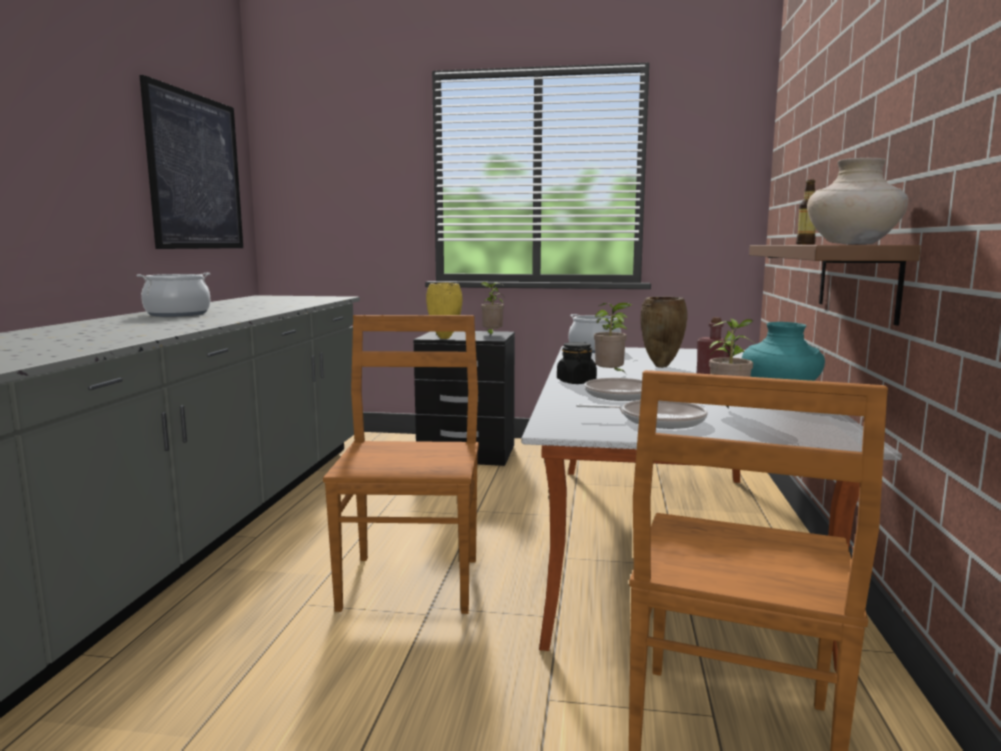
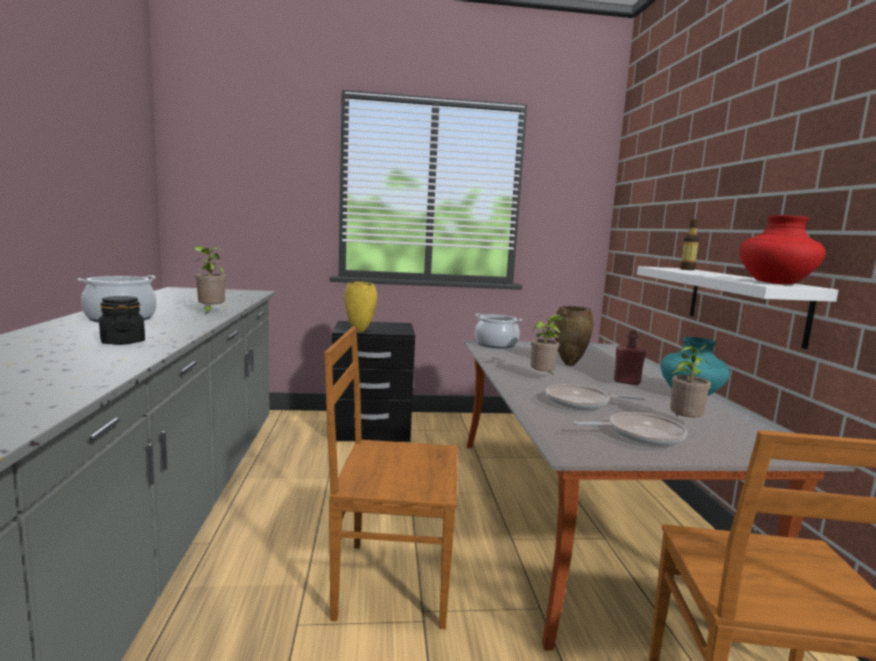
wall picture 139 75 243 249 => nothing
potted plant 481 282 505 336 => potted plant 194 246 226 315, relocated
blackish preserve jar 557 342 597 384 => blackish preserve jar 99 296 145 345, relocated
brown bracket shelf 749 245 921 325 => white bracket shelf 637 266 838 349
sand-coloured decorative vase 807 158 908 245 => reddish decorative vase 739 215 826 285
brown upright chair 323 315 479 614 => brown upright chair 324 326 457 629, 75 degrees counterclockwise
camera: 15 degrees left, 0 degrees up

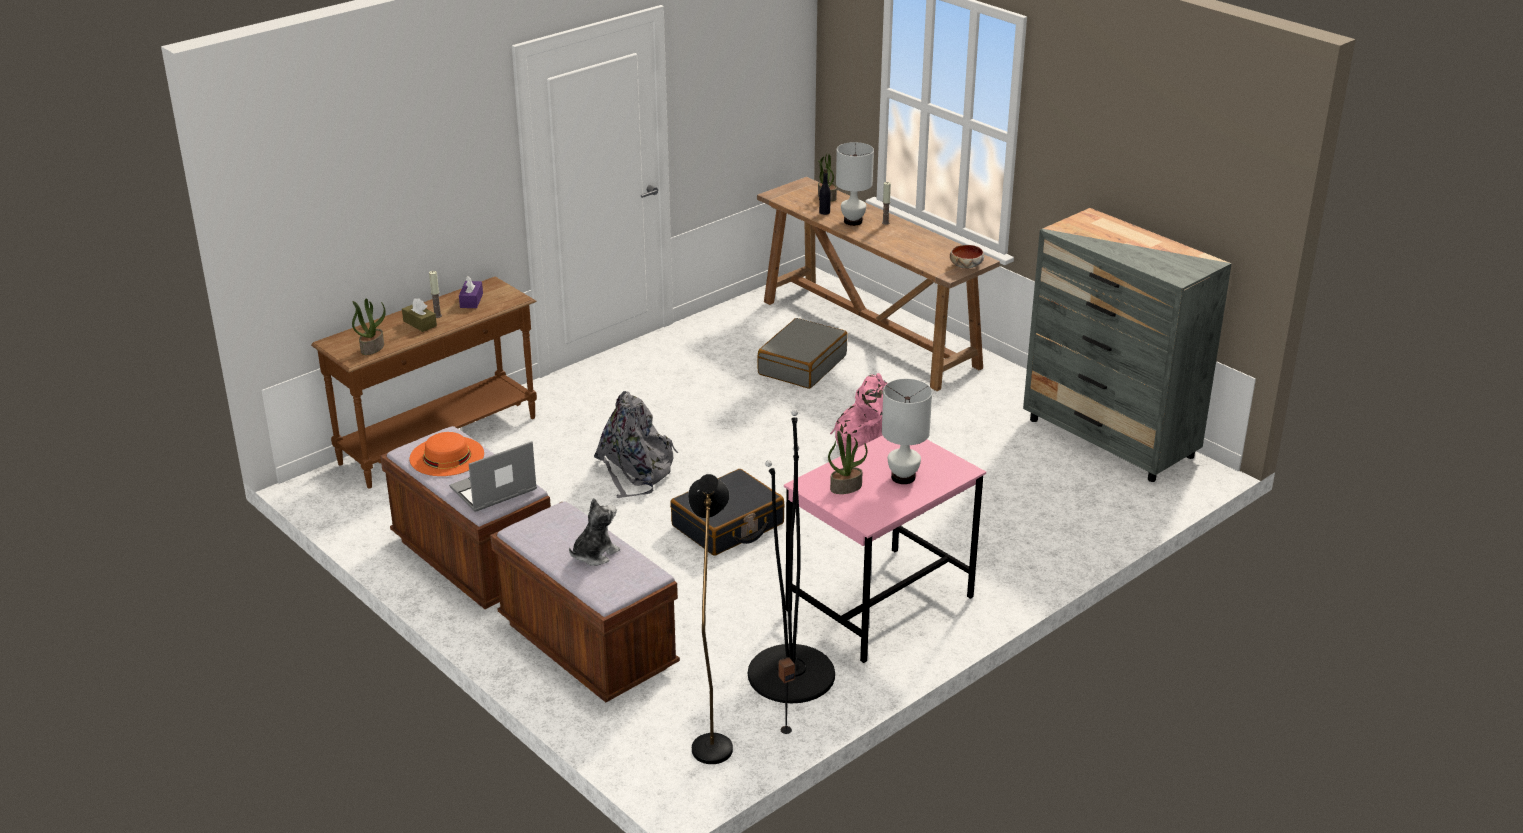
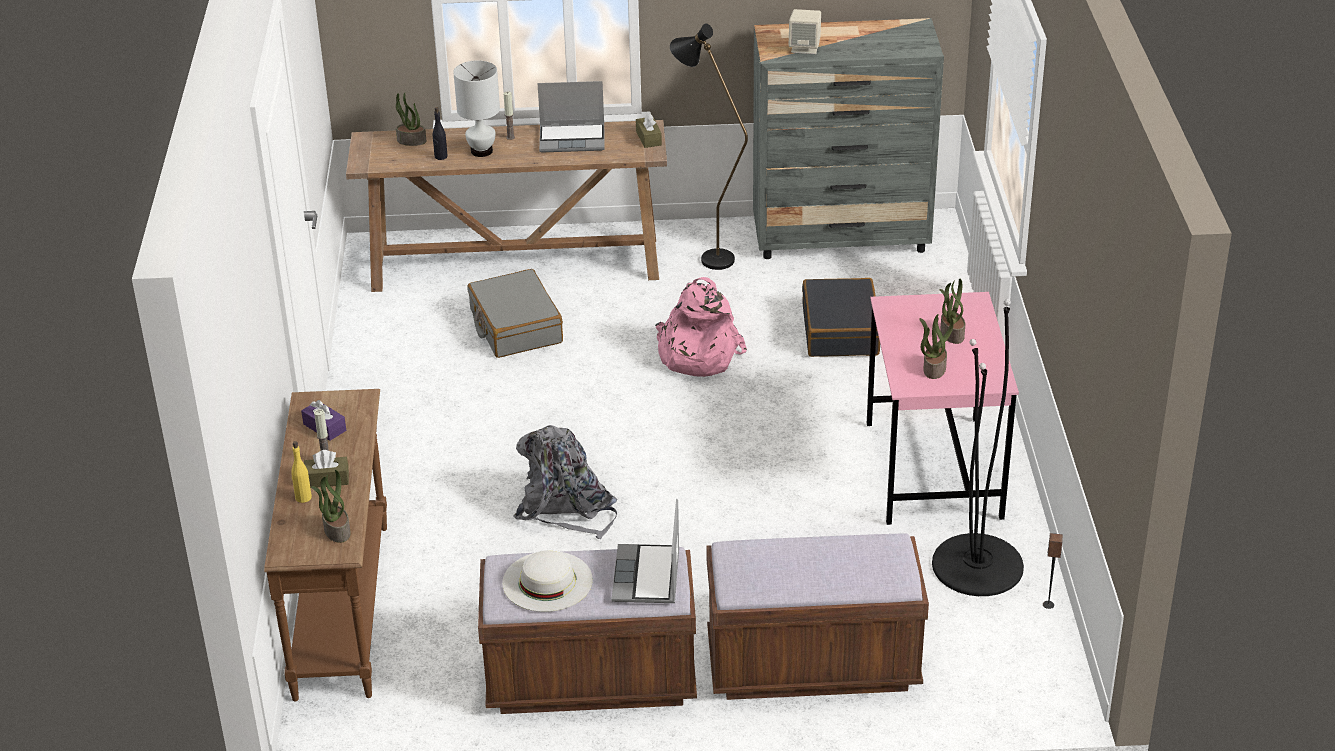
plush toy 569 498 620 566 => nothing
nothing => yellowish beverage bottle 292 441 312 503
nothing => portable computer 538 81 605 152
nothing => sand-coloured speaker 789 9 821 54
blackish travel case 670 469 784 556 => blackish travel case 802 278 880 357, relocated
blackish standard lamp 688 474 733 764 => blackish standard lamp 670 23 748 270, relocated
white lamp for a table 882 379 932 484 => potted plant 940 278 965 344
bowl 950 245 984 269 => brown tissue box 636 112 662 148
orange hat 410 432 484 476 => white hat 502 550 593 612
camera: 50 degrees left, 5 degrees up

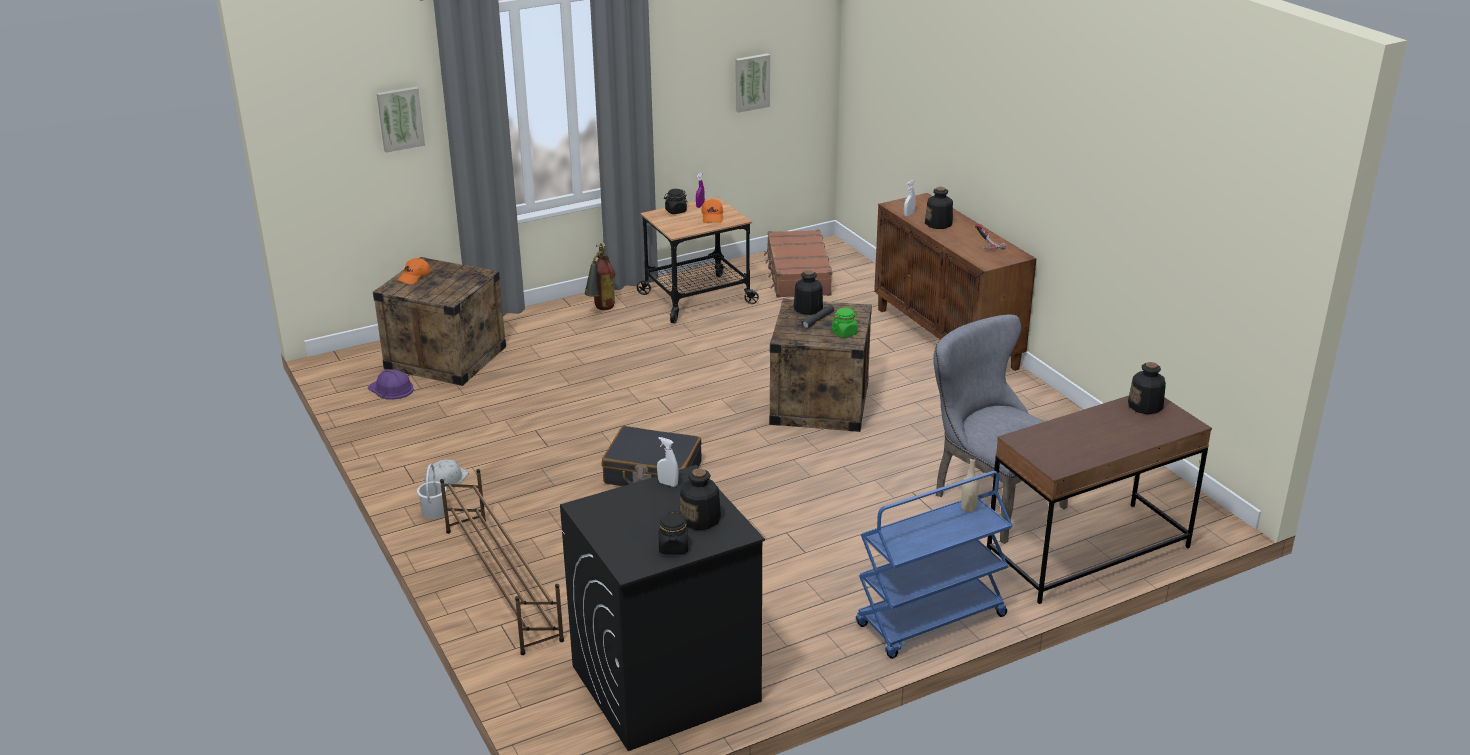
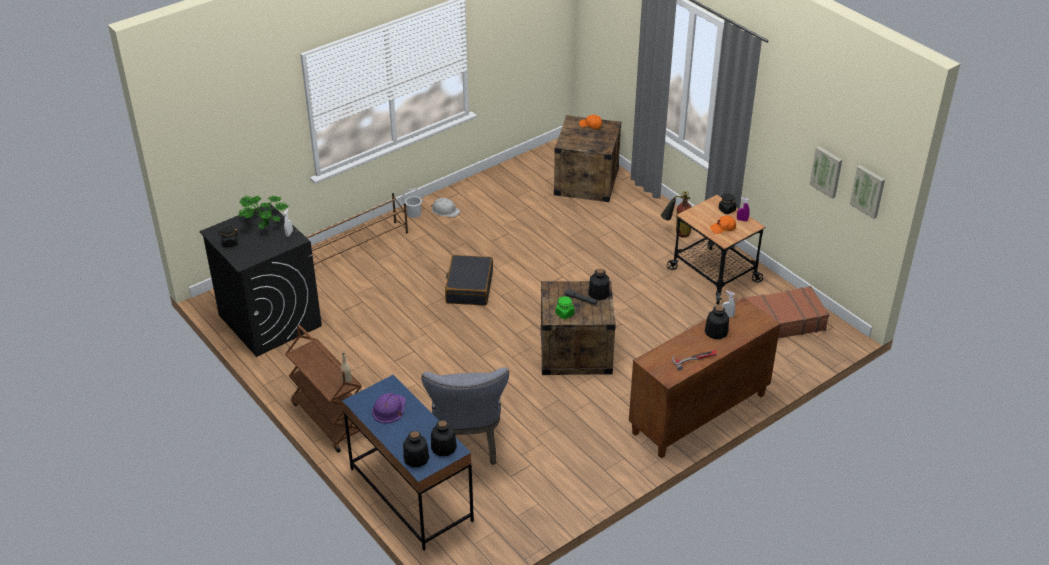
nothing => potted plant 238 195 289 229
purple work helmet 368 369 414 400 => purple work helmet 372 393 406 424, relocated
wall picture 377 87 425 152 => wall picture 850 165 885 219, relocated
beverage bottle 680 468 721 530 => beverage bottle 403 431 429 467, relocated
blue wheeled cart 856 471 1013 659 => brown wheeled cart 285 325 366 453
brown desk unit 987 396 1212 604 => blue desk unit 342 375 474 551
gray upright chair 933 315 1068 544 => gray upright chair 421 367 509 465, 135 degrees clockwise
camera: 80 degrees right, 10 degrees up

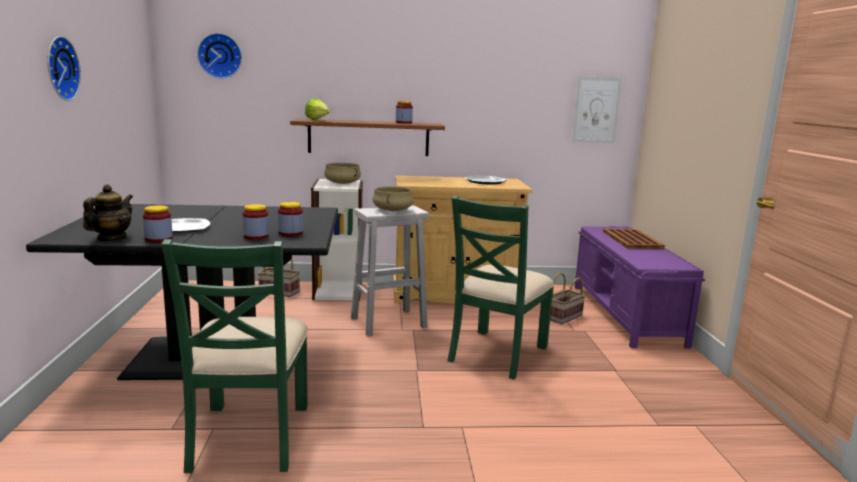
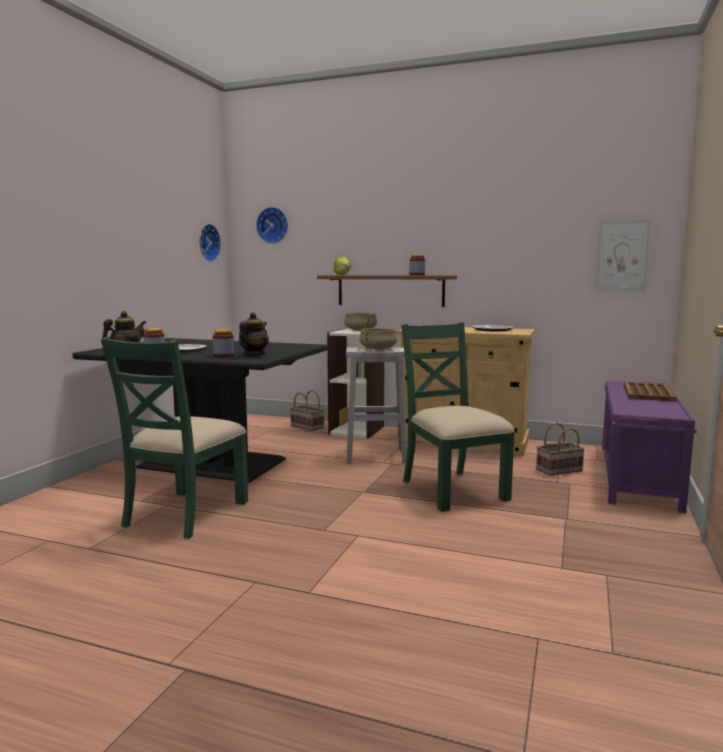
clock on the wall 47 36 81 101 => clock on the wall 199 224 221 262, relocated
preserve jar 278 202 303 236 => teapot 239 312 269 356
green upright chair 447 195 554 380 => green upright chair 401 322 515 512, 105 degrees clockwise
camera: 25 degrees right, 5 degrees down

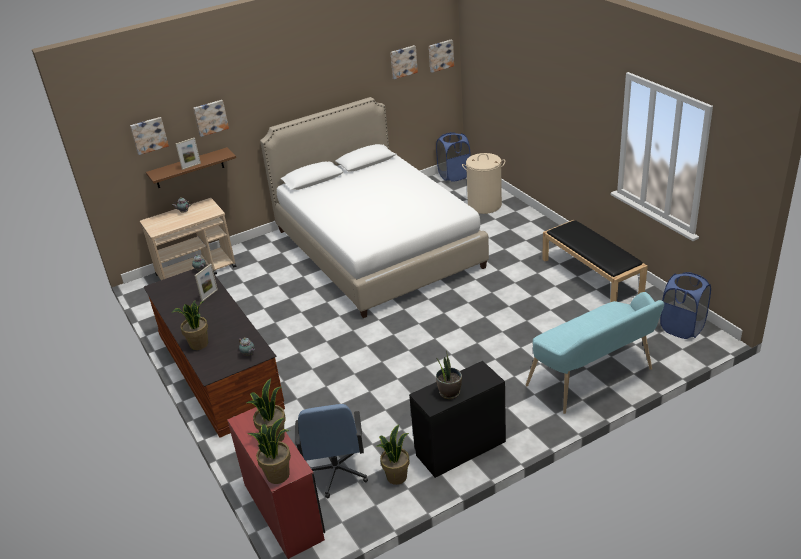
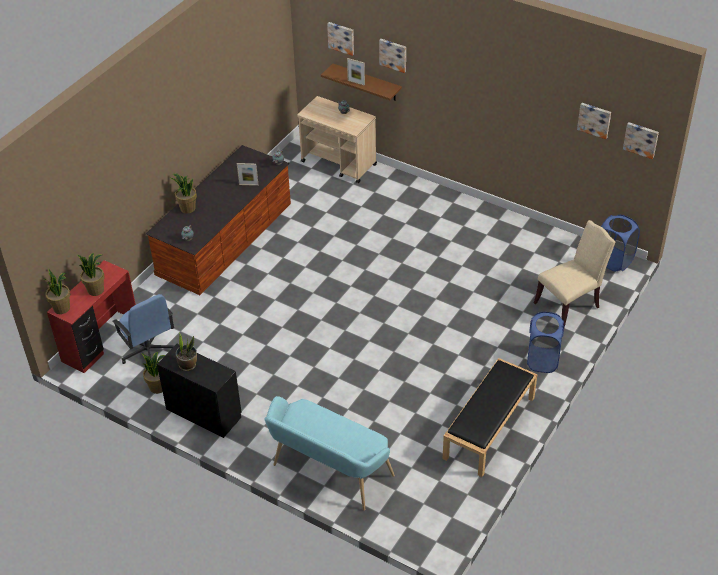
white bedroom bed 260 97 489 318 => nothing
blue hamper 660 272 711 339 => blue hamper 527 312 564 373, relocated
sand-coloured hamper 462 153 505 214 => sand-coloured upright chair 534 220 615 327
blue desk chair 295 404 368 498 => blue desk chair 112 294 175 364, 90 degrees counterclockwise
camera: 60 degrees right, 10 degrees up

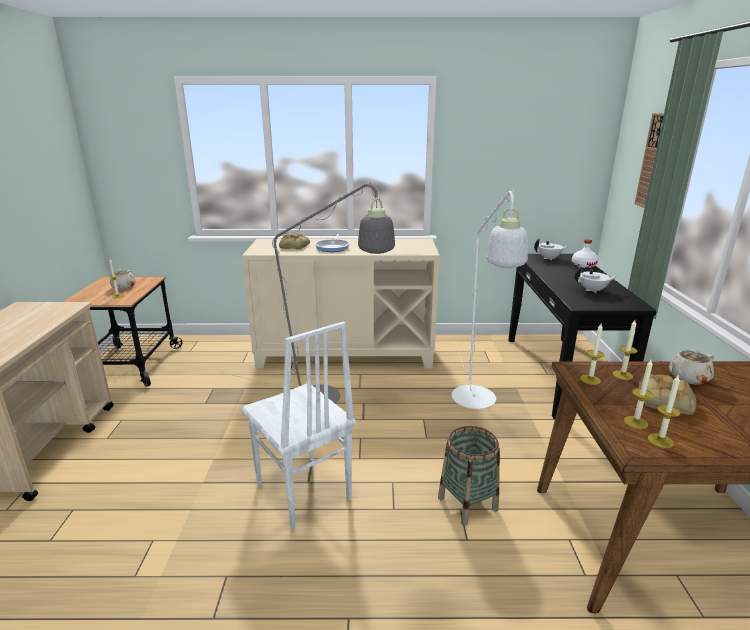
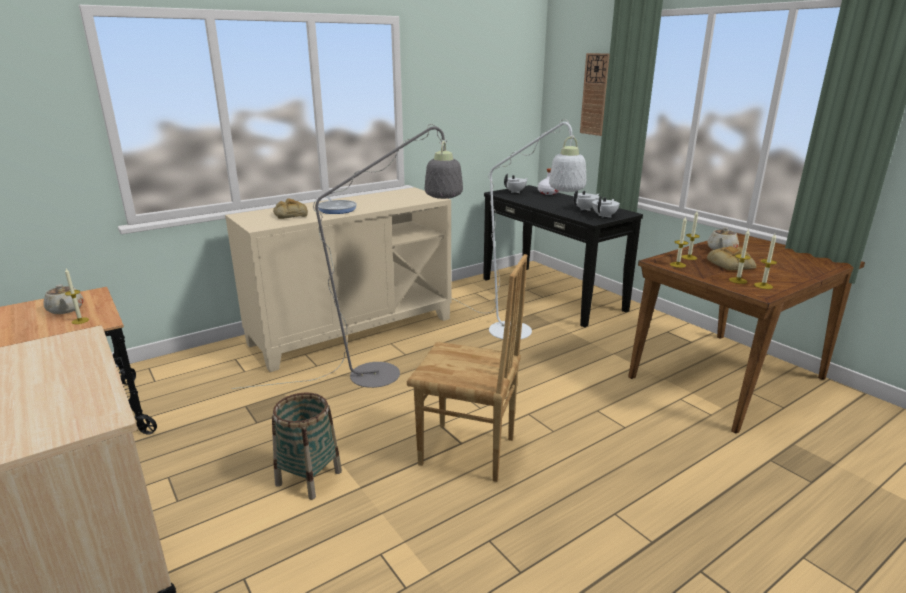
nothing => white teapot 592 196 620 218
household basket 438 426 500 526 => household basket 272 393 342 500, relocated
white upright chair 241 321 356 530 => brown upright chair 407 254 527 482
camera: 35 degrees left, 0 degrees up

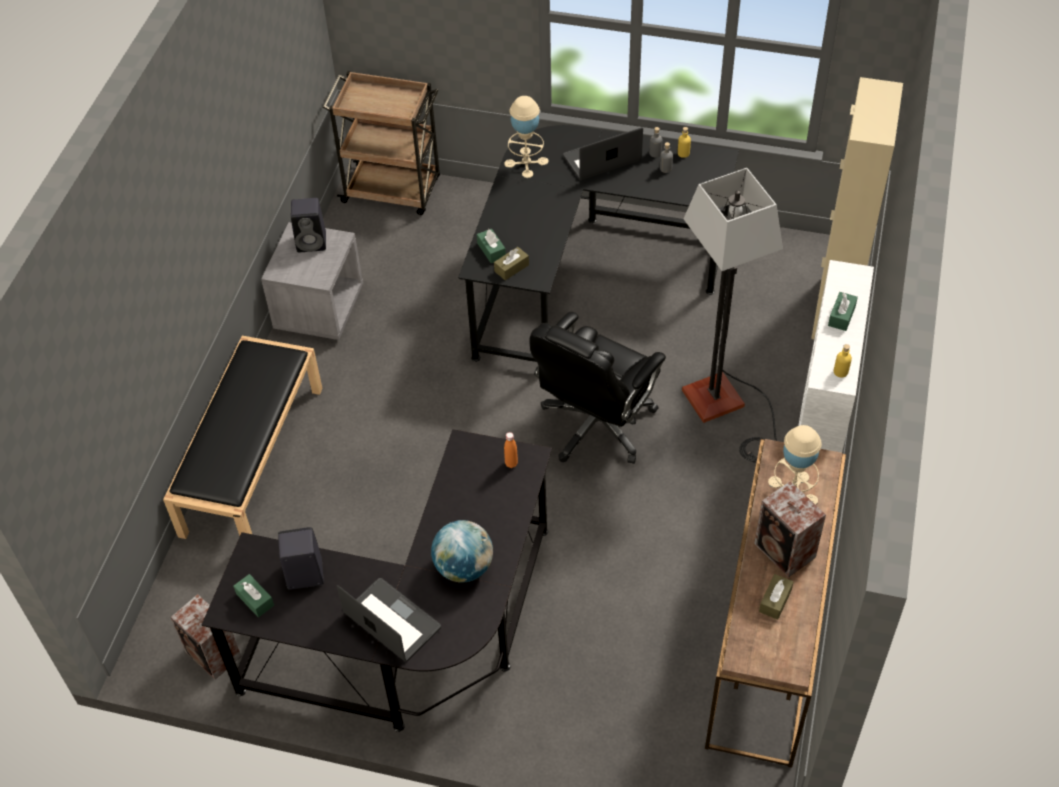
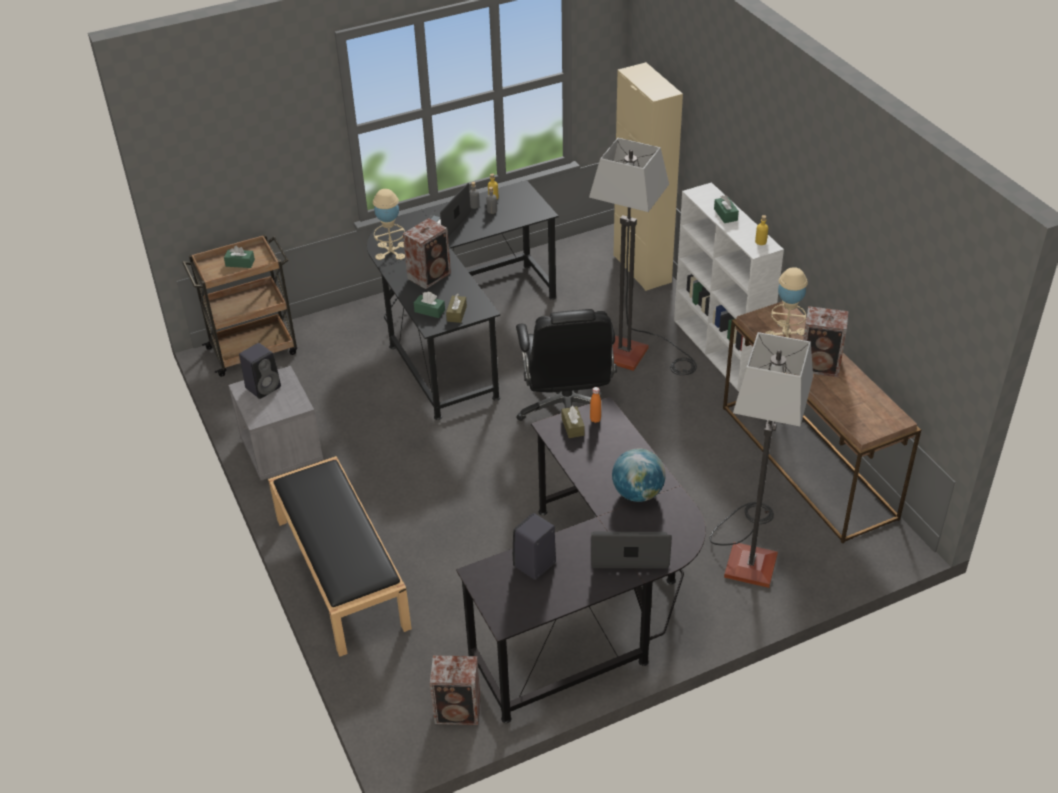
nothing => speaker 403 218 451 289
nothing => standard lamp 710 332 813 588
green tissue box 233 574 274 617 => green tissue box 224 246 255 268, relocated
brown tissue box 759 574 794 620 => brown tissue box 562 406 585 438, relocated
camera: 40 degrees left, 10 degrees down

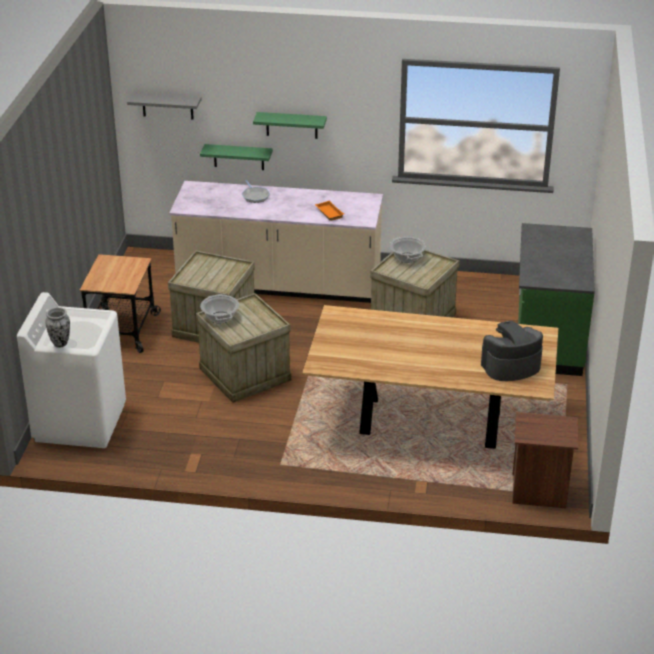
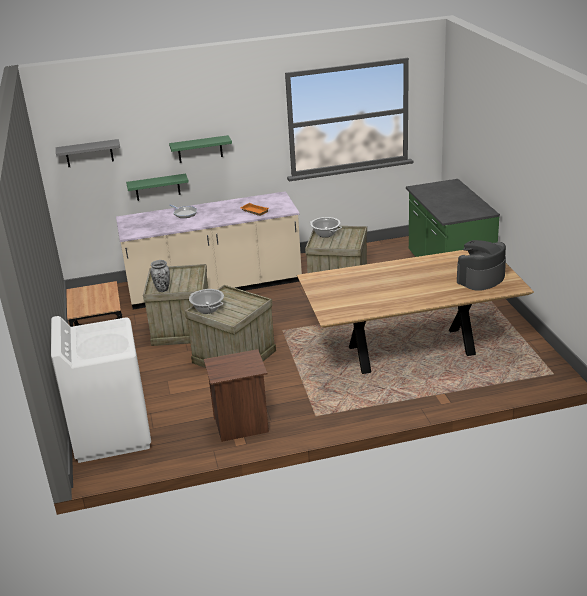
decorative vase 45 307 70 348 => decorative vase 150 260 170 292, relocated
brown nightstand 512 412 578 508 => brown nightstand 204 349 269 442, relocated
camera: 20 degrees left, 5 degrees down

